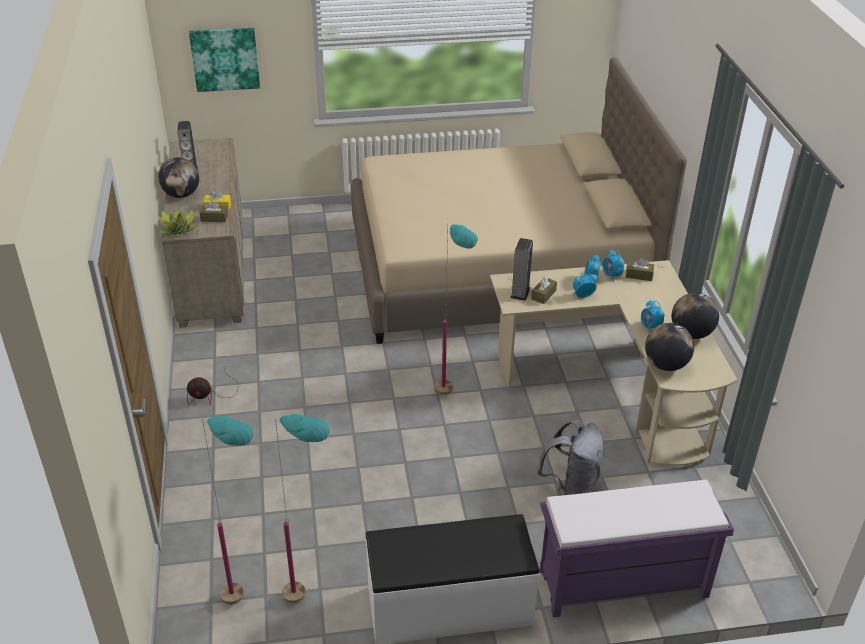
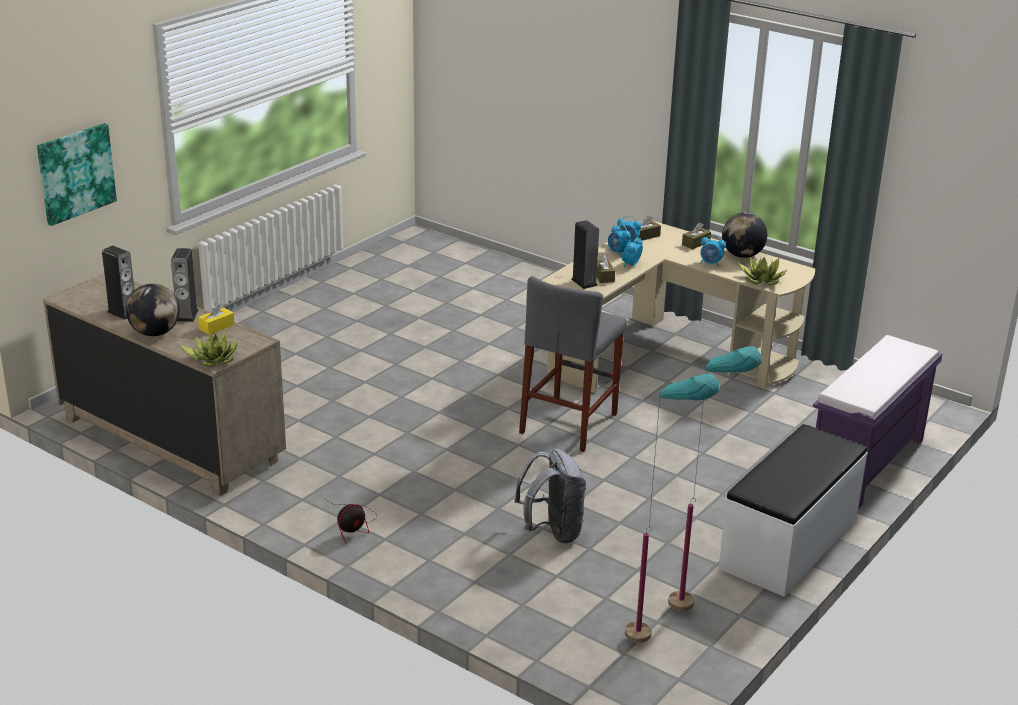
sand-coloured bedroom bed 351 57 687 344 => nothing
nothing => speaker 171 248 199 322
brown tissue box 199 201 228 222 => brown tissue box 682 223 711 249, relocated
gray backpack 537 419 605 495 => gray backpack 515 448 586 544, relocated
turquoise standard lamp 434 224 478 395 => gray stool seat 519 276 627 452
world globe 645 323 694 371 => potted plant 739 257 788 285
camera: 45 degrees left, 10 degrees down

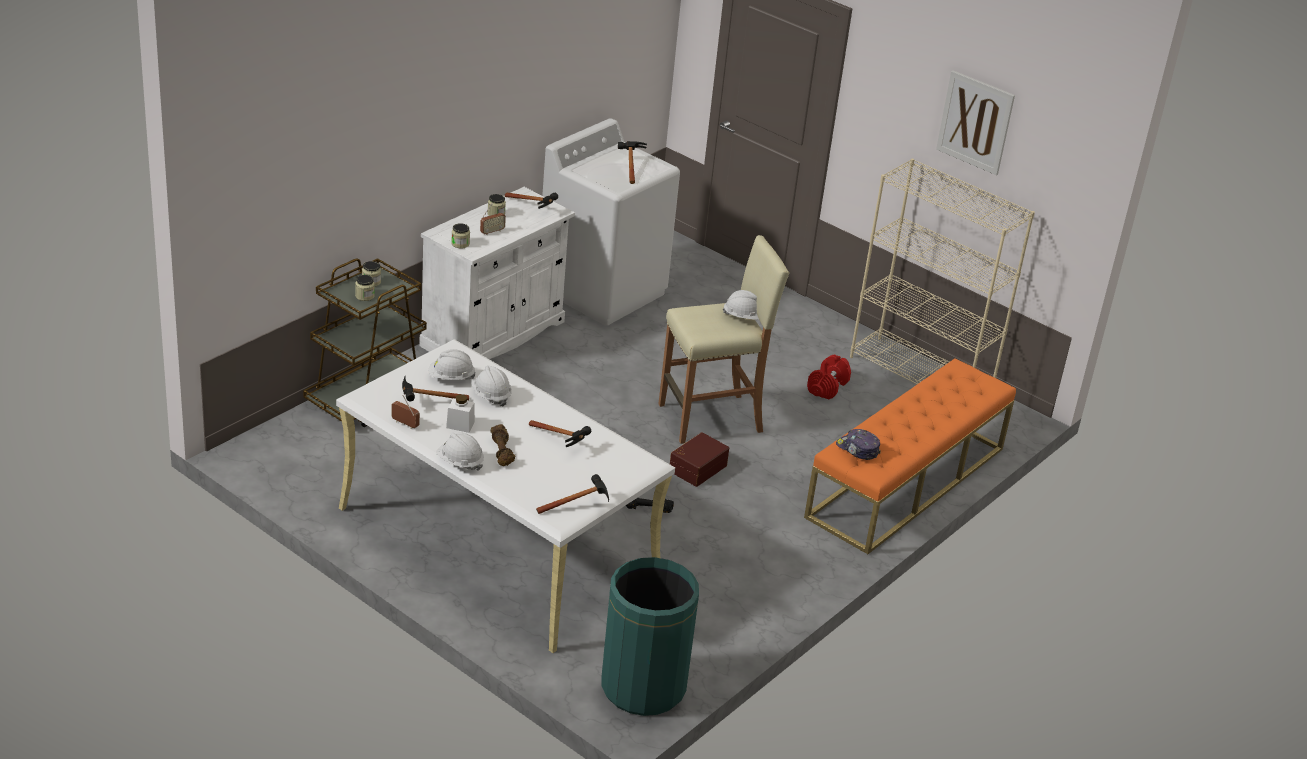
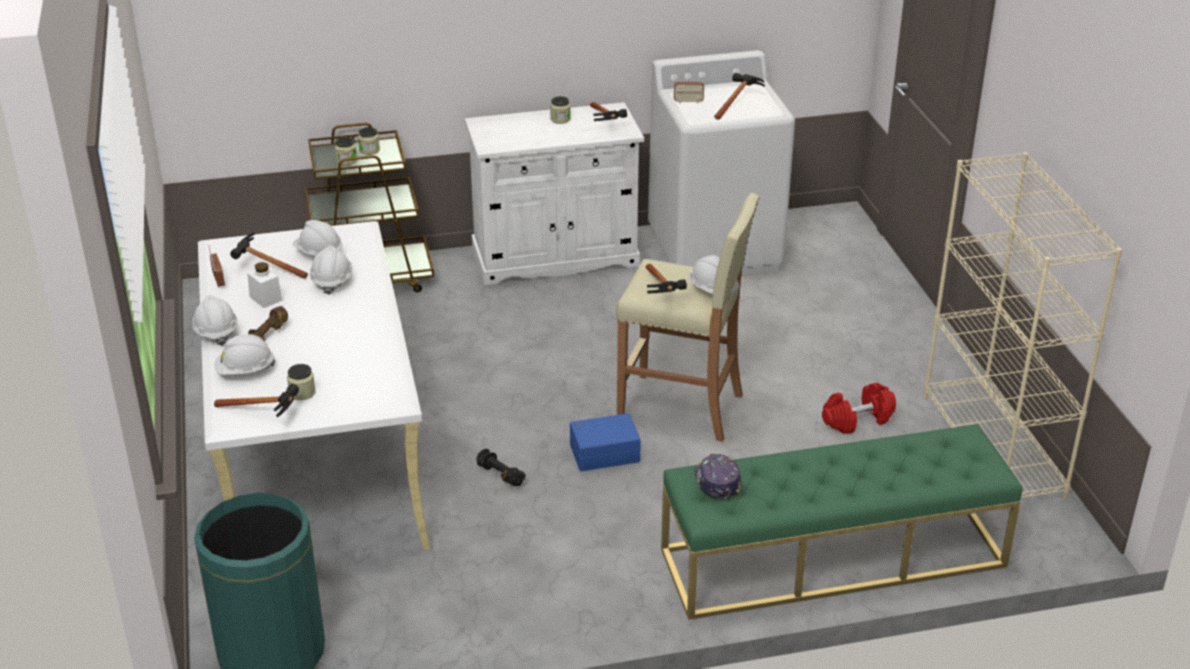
wall picture 936 70 1015 175 => nothing
nothing => white work helmet 214 334 275 375
preserve jar 451 223 470 248 => preserve jar 287 364 315 400, relocated
radio set 480 203 506 235 => radio set 674 67 704 104, relocated
tool hammer 529 420 591 447 => tool hammer 646 264 687 293, relocated
brown storage container 670 432 729 487 => blue storage container 570 413 641 471
orange long seat 804 358 1016 554 => green long seat 661 424 1023 620
camera: 40 degrees right, 0 degrees up

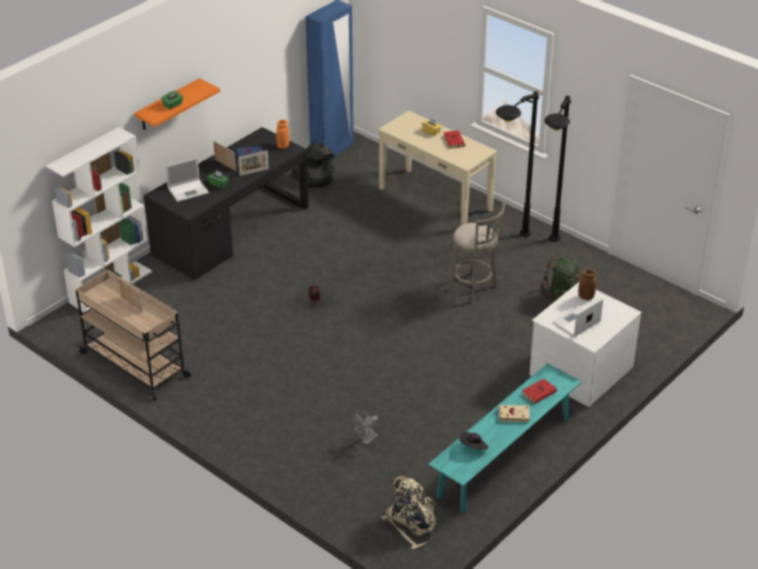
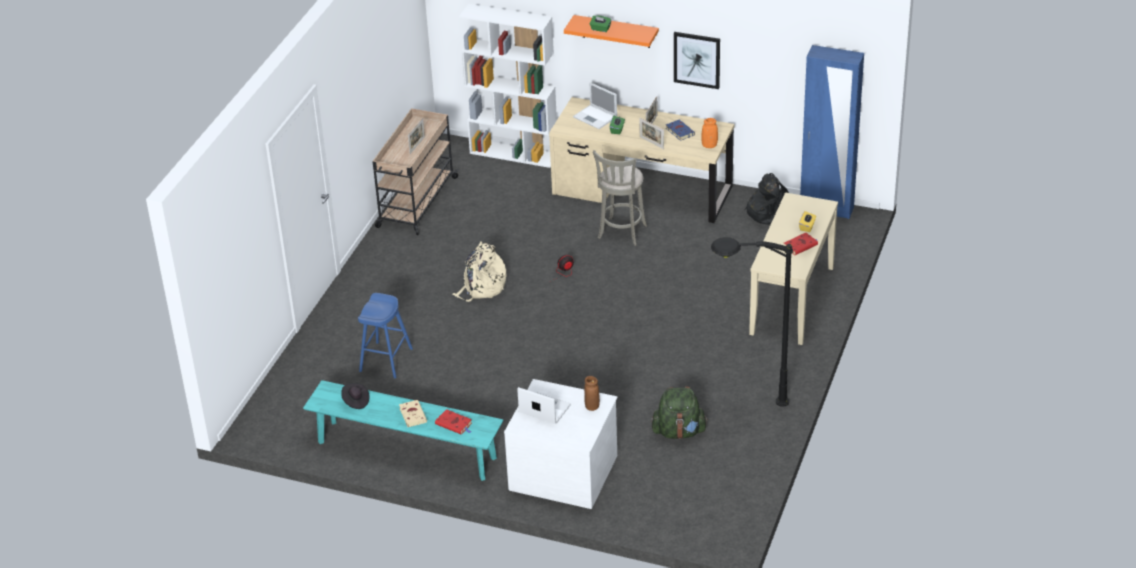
blackish standard lamp 496 91 539 237 => nothing
nothing => wall picture 674 32 720 89
sand-coloured backpack 382 476 436 549 => sand-coloured backpack 452 241 507 302, relocated
gray stool seat 447 201 505 304 => gray stool seat 593 150 647 246, relocated
gray electric fan 352 411 378 445 => blue stool seat 358 293 413 378
blackish desk unit 144 127 308 280 => sand-coloured desk unit 549 97 734 223
camera: 70 degrees right, 0 degrees up

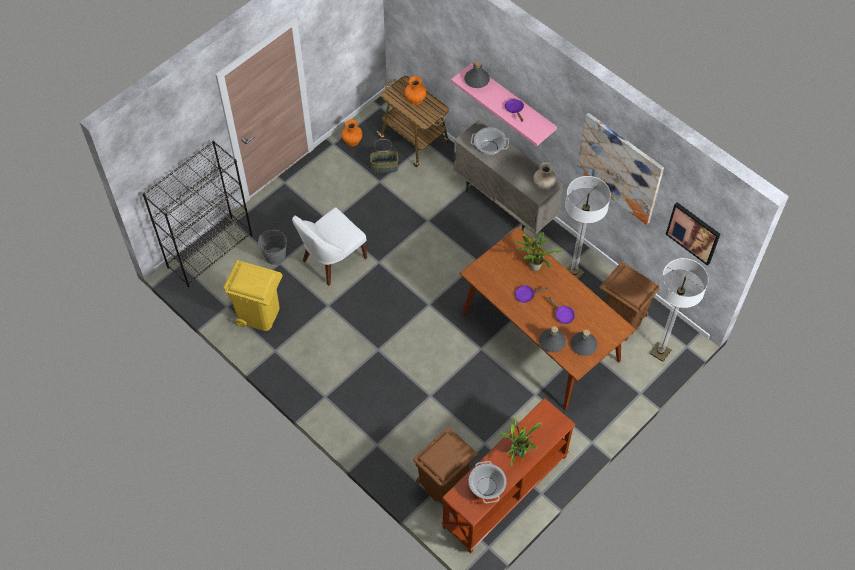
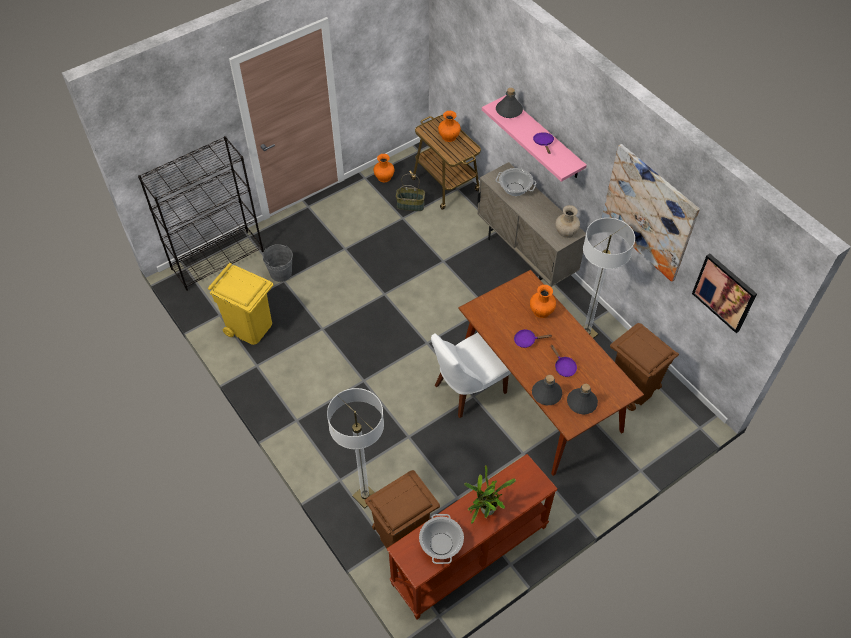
white upright chair 292 207 367 286 => white upright chair 431 332 511 418, relocated
standard lamp 649 258 708 362 => standard lamp 327 388 384 509, relocated
potted plant 513 232 562 271 => orange decorative vase 530 285 556 318
camera: 10 degrees right, 5 degrees down

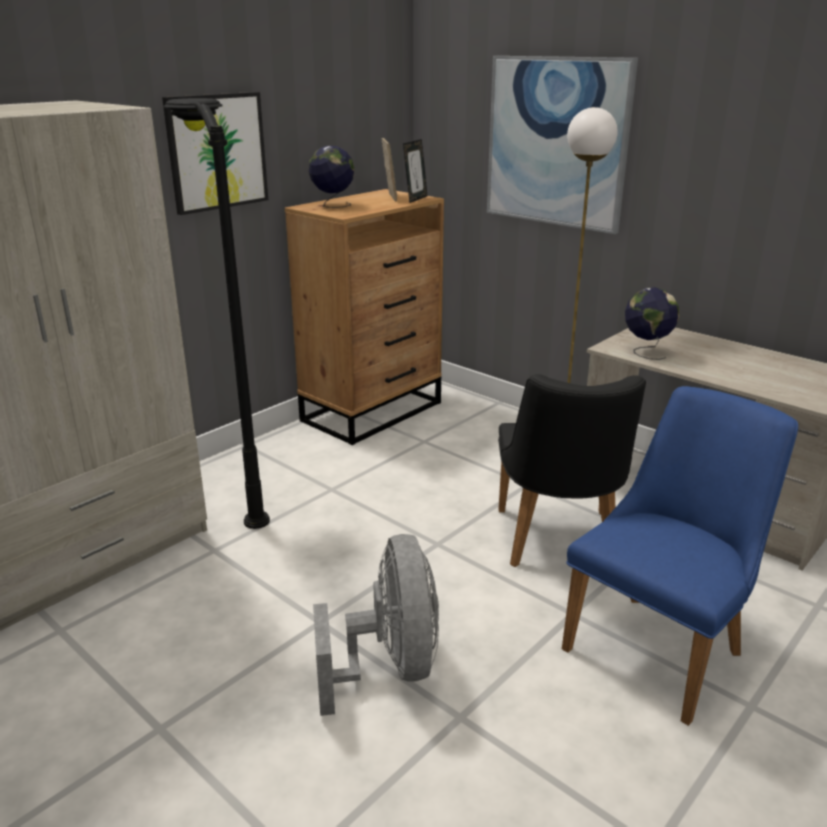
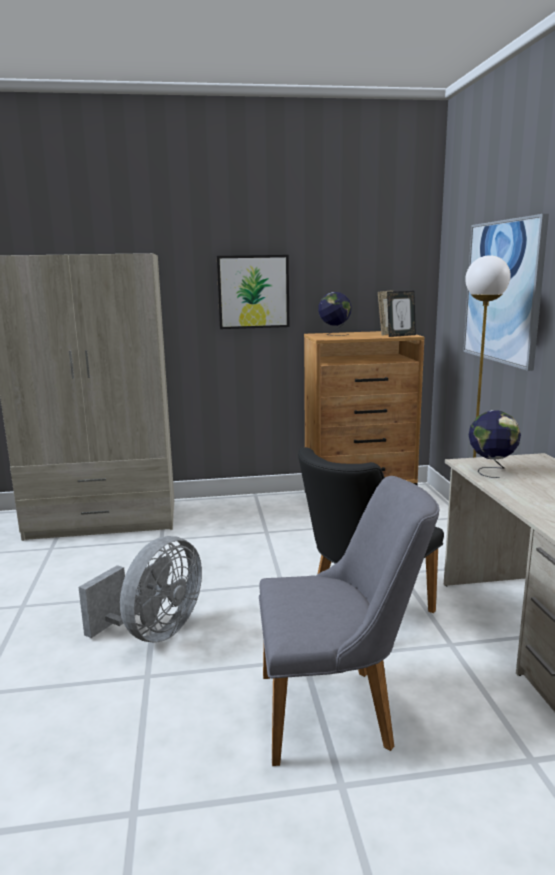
blackish standard lamp 163 98 270 529 => nothing
blue upright chair 562 386 798 726 => gray upright chair 259 476 439 766
camera: 40 degrees right, 10 degrees down

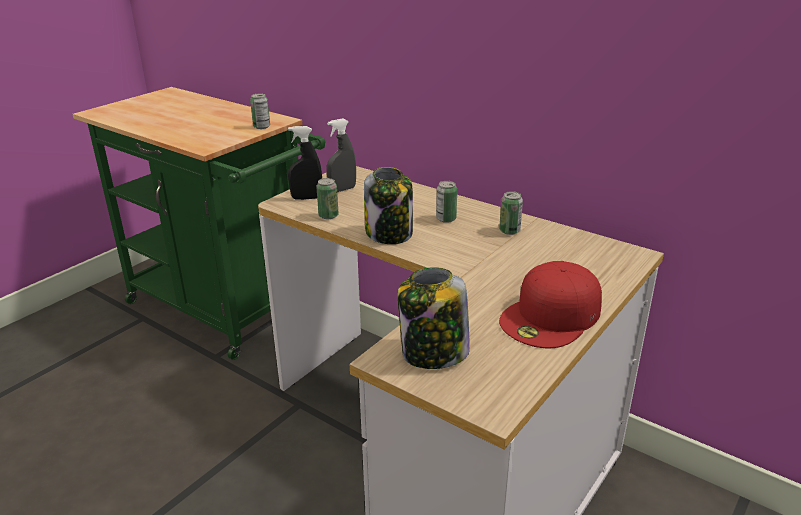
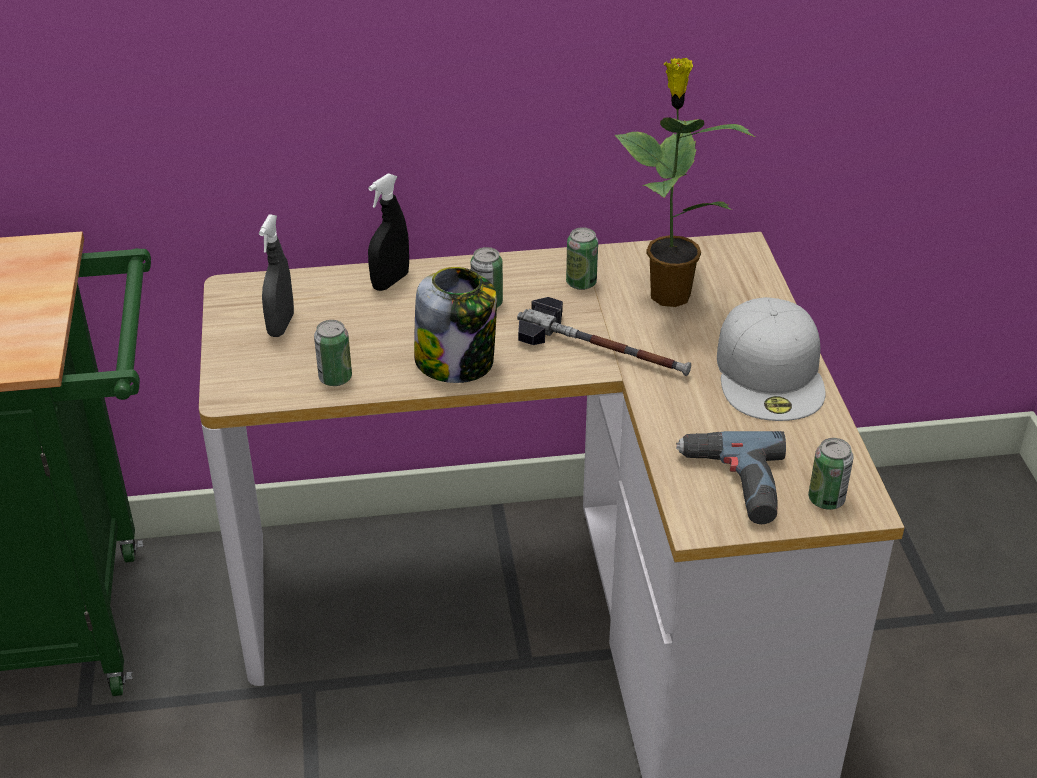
nothing => tool hammer 517 297 691 376
nothing => potted plant 614 58 755 307
metal can 250 94 270 129 => metal can 808 438 853 510, relocated
blackish spray bottle 288 126 322 200 => blackish spray bottle 368 173 409 291, relocated
preserve jar 398 267 470 369 => electric drill 676 431 786 524
reddish cap 499 261 602 348 => white cap 717 297 826 421
camera: 45 degrees left, 10 degrees up

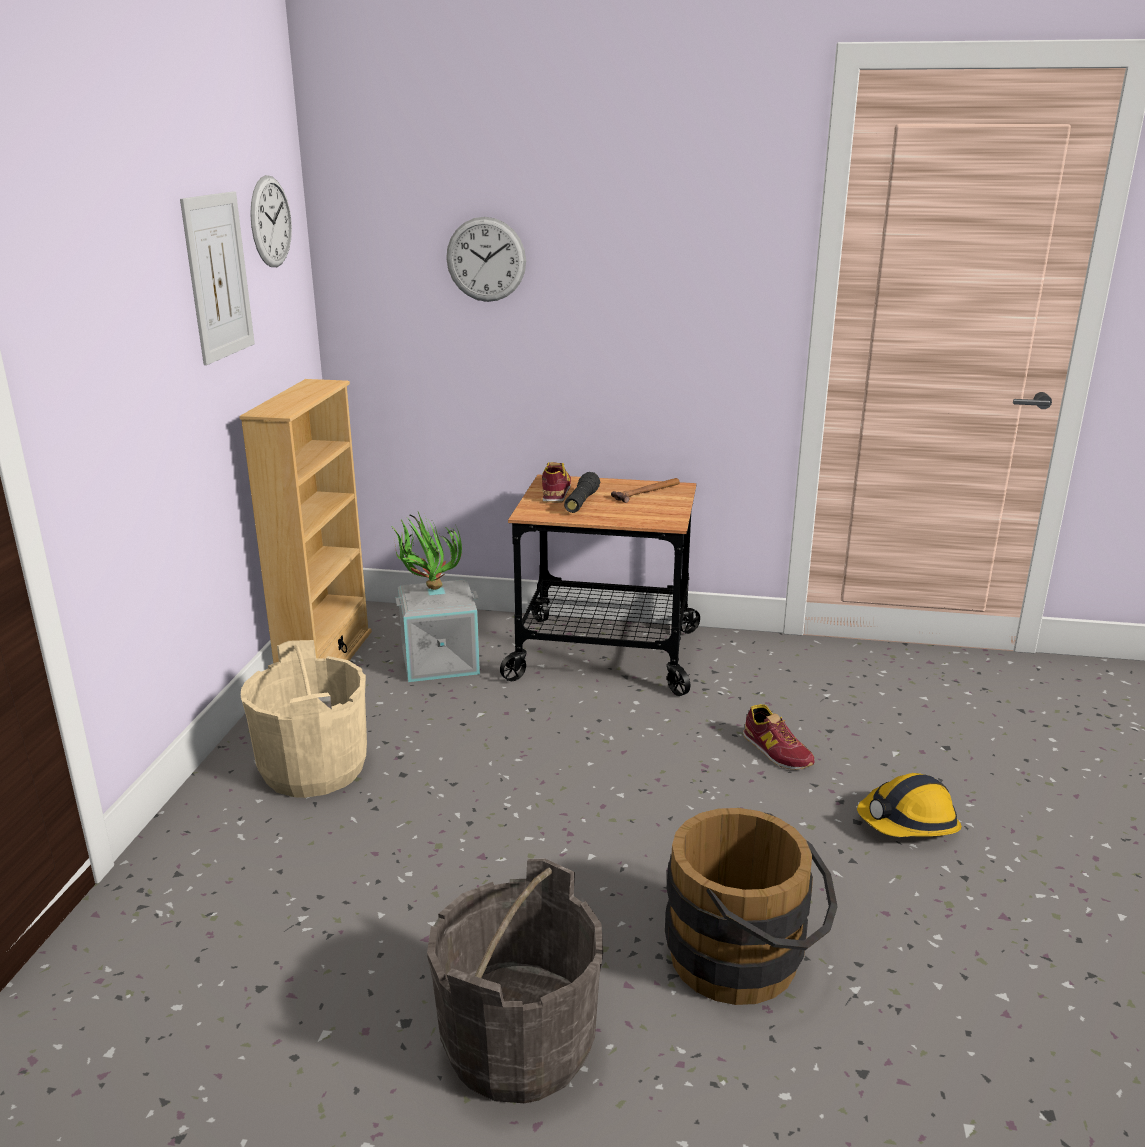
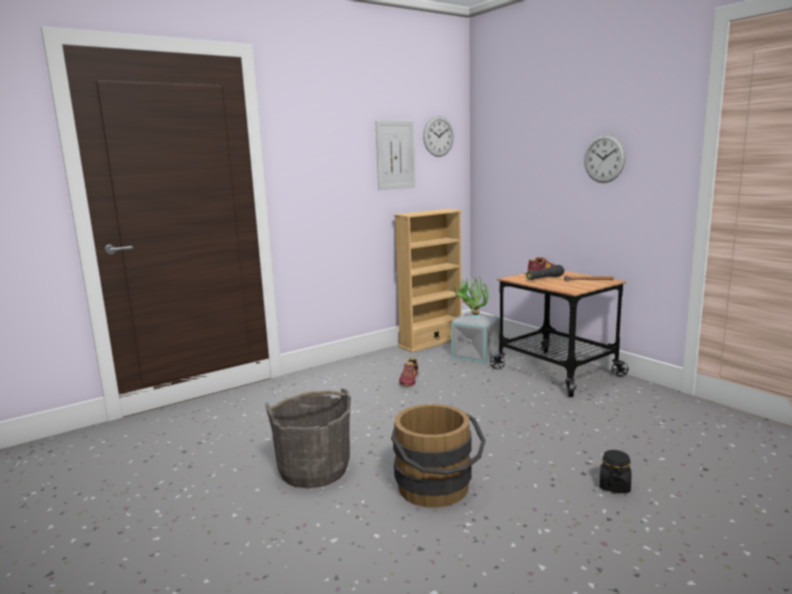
sand-coloured bucket 241 640 367 798 => nothing
clock on the wall 446 217 526 302 => clock on the wall 584 134 626 183, relocated
shoe 743 704 814 770 => shoe 399 358 419 387, relocated
work helmet 857 773 962 837 => blackish preserve jar 600 450 631 493
camera: 45 degrees right, 10 degrees down

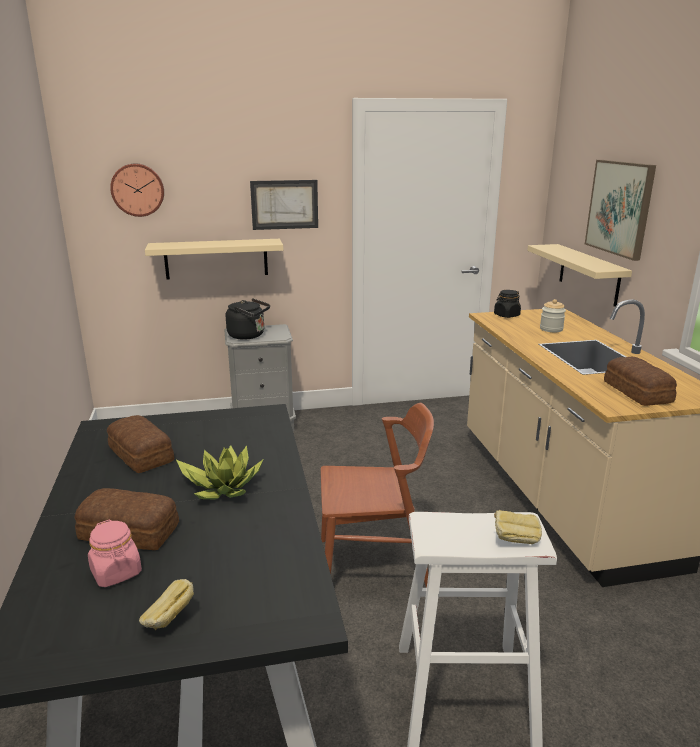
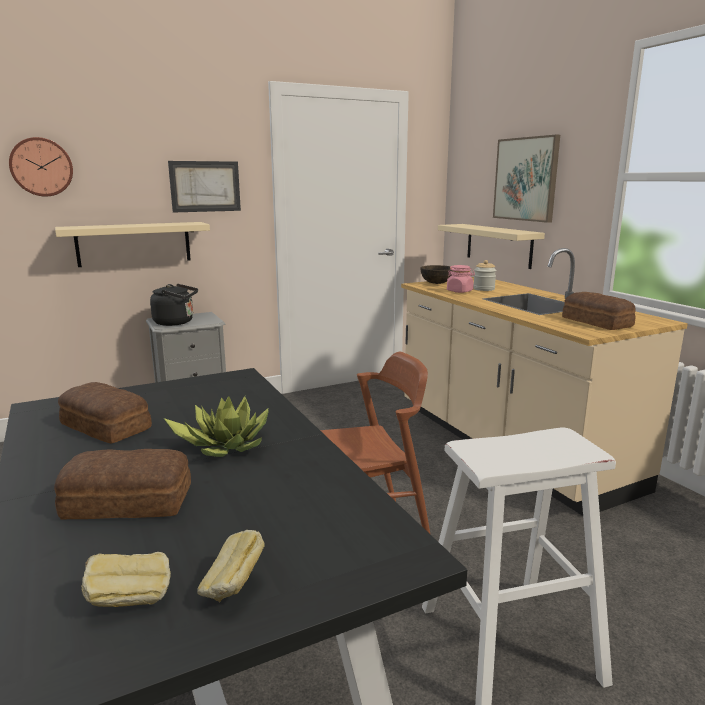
pinkish preserve jar 88 520 142 587 => pinkish preserve jar 447 265 475 293, relocated
bakery bread 494 510 542 544 => bakery bread 82 552 171 607, relocated
blackish preserve jar 494 290 521 318 => brown bowl 420 265 452 284
camera: 15 degrees left, 5 degrees down

